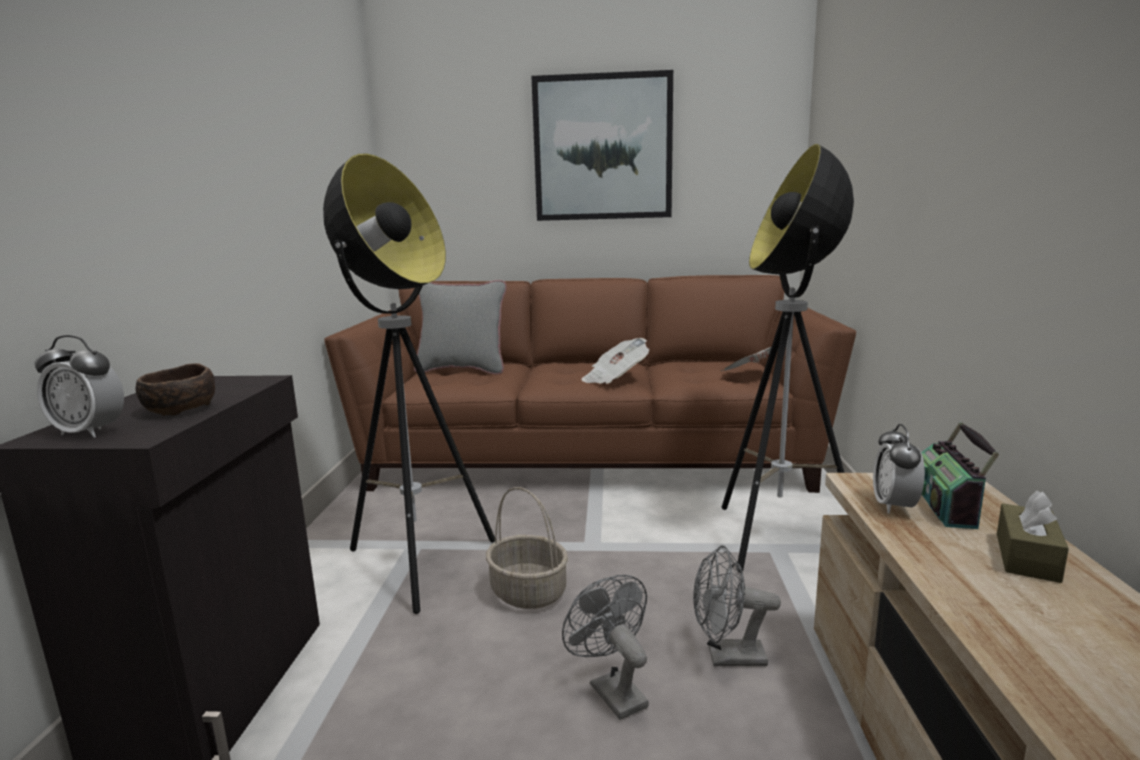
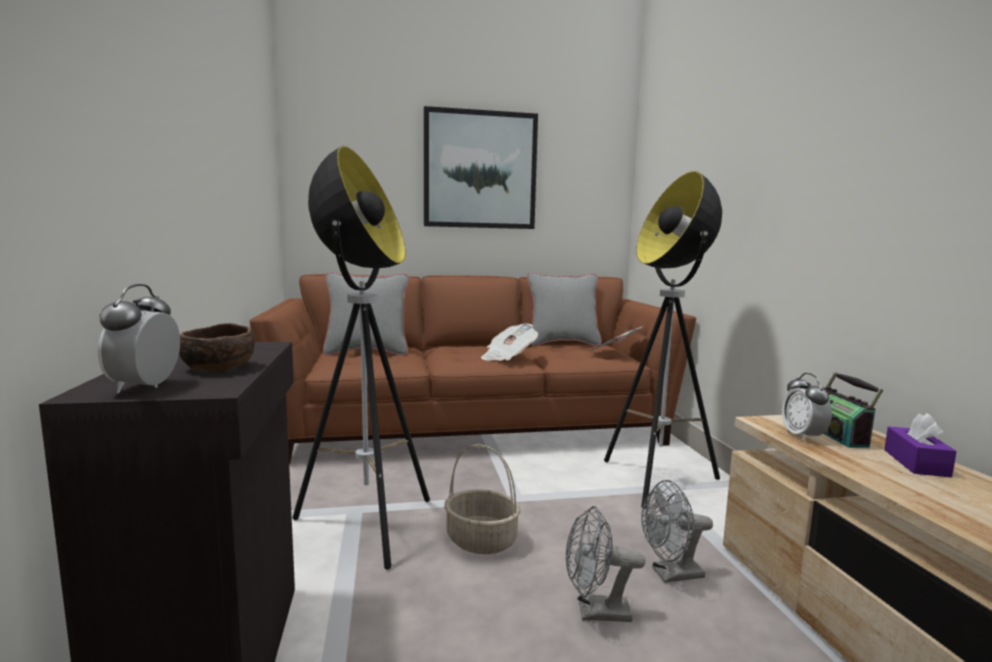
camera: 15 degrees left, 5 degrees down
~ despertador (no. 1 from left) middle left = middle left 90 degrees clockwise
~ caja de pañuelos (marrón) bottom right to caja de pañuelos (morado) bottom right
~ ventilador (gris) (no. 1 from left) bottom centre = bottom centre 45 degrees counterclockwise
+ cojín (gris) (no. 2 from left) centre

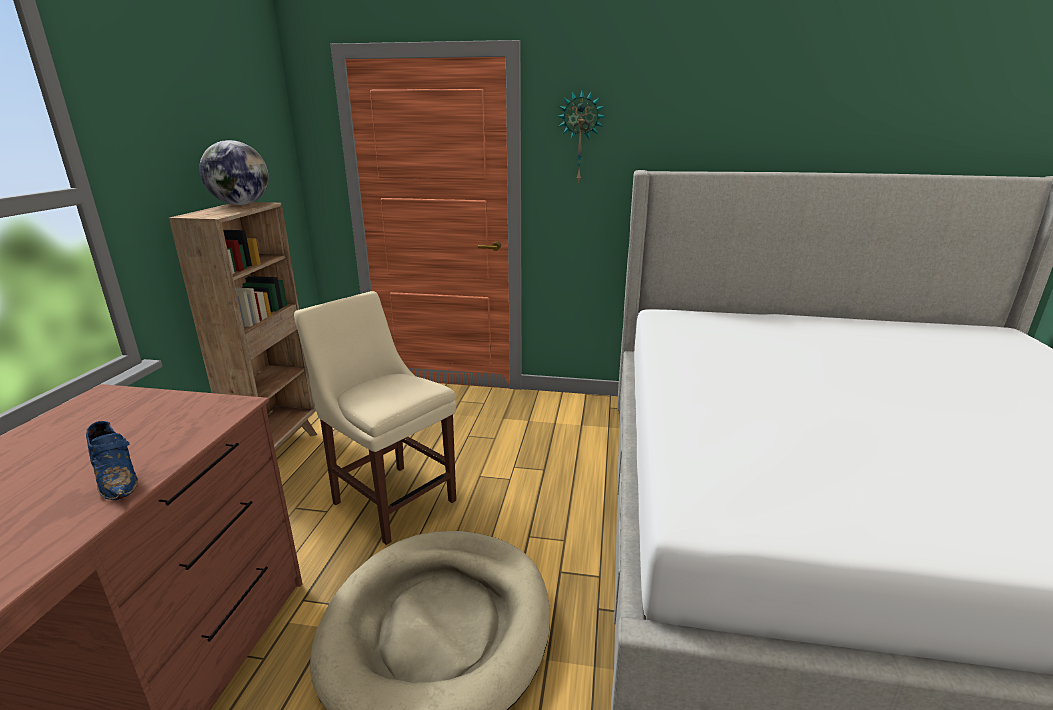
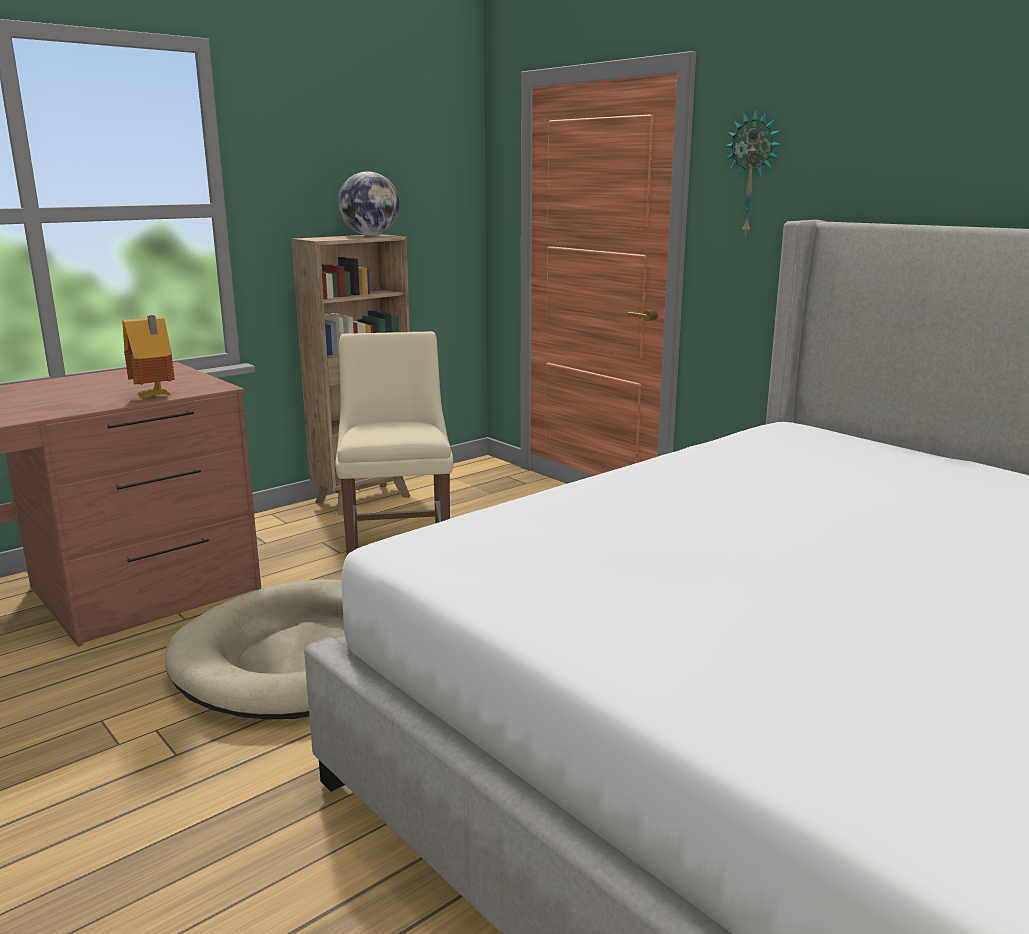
camera: 40 degrees right, 5 degrees down
- zapato (azul) middle left
+ casita middle left

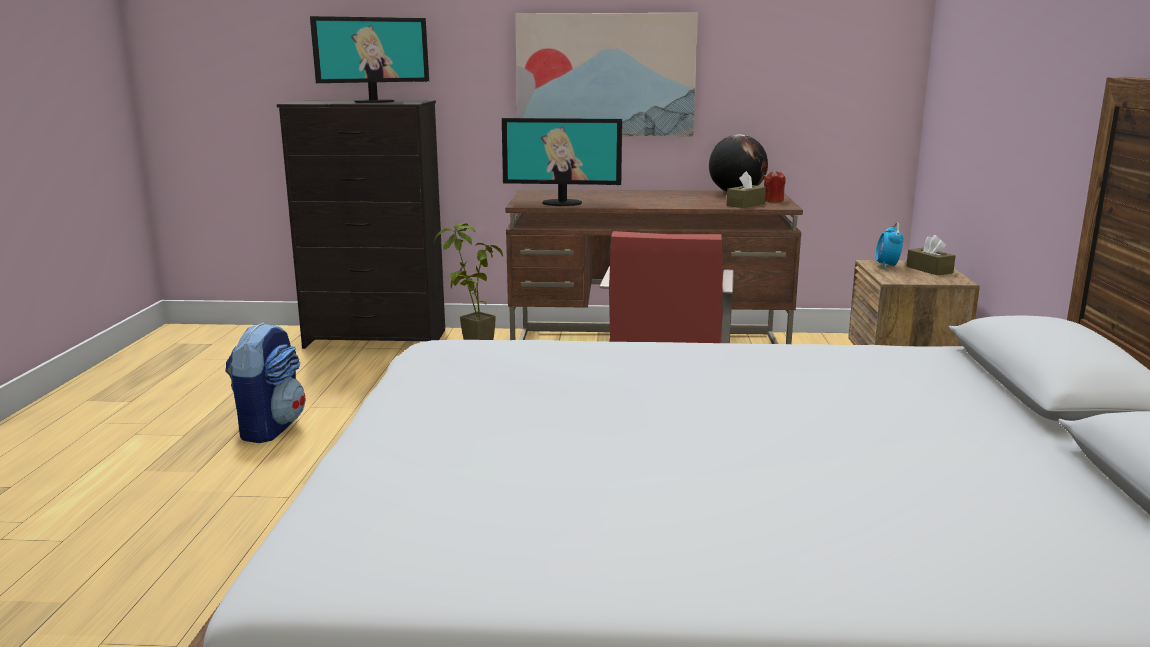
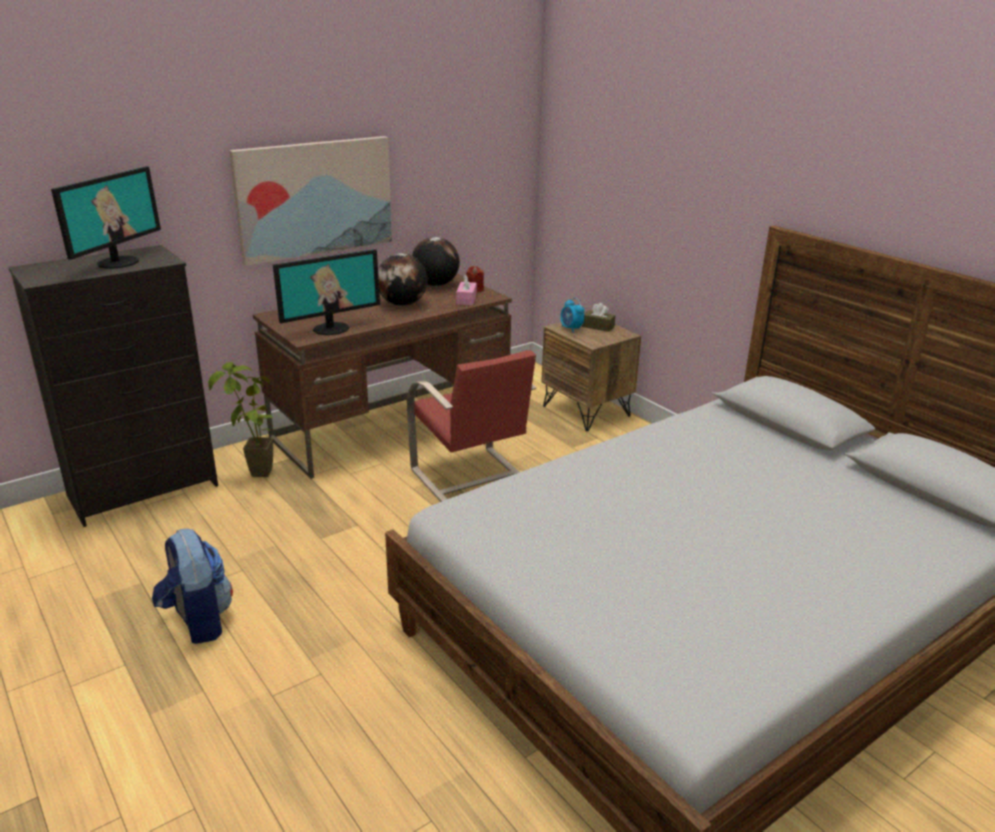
camera: 40 degrees left, 10 degrees up
~ caja de pañuelos (marrón) (no. 1 from left) top centre to caja de pañuelos (rosa) centre
+ globo terráqueo (no. 1 from left) centre

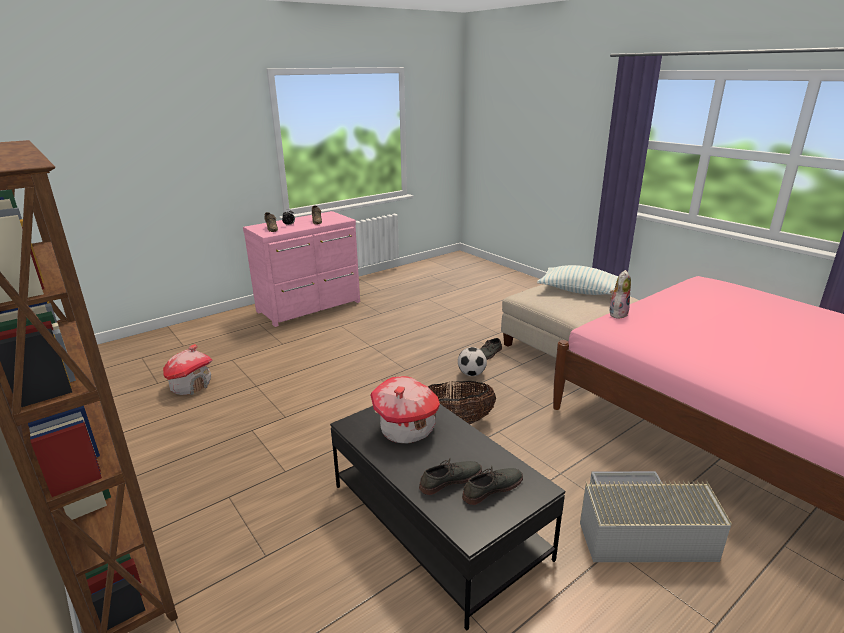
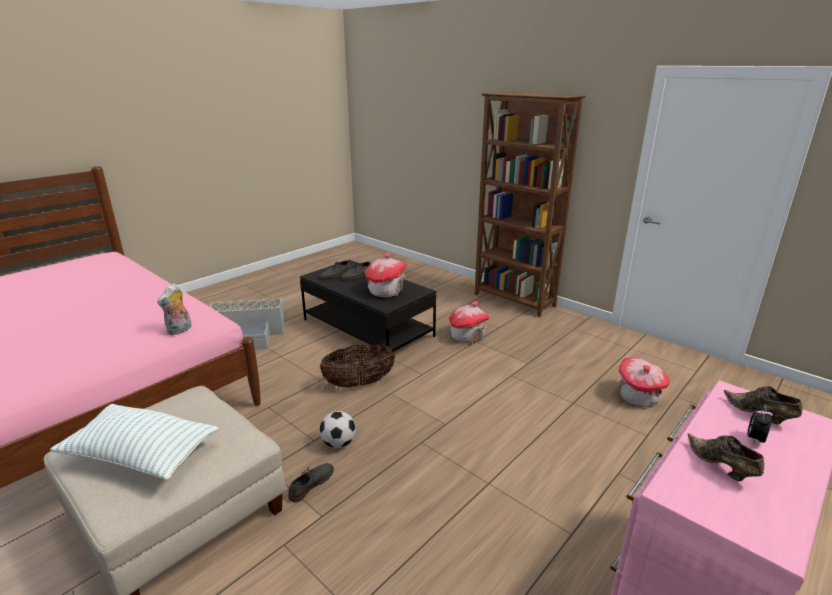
camera: 170 degrees right, 0 degrees up
+ casita (no. 2 from left) centre

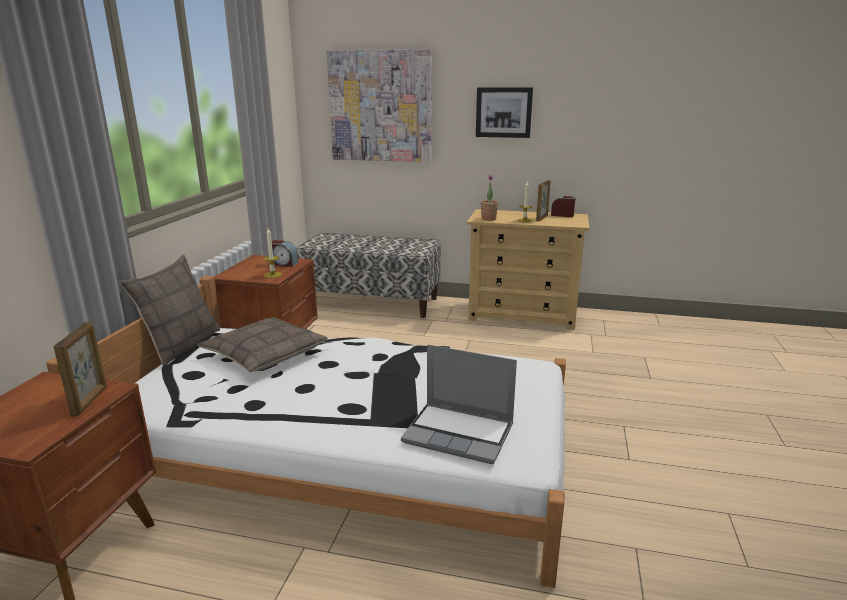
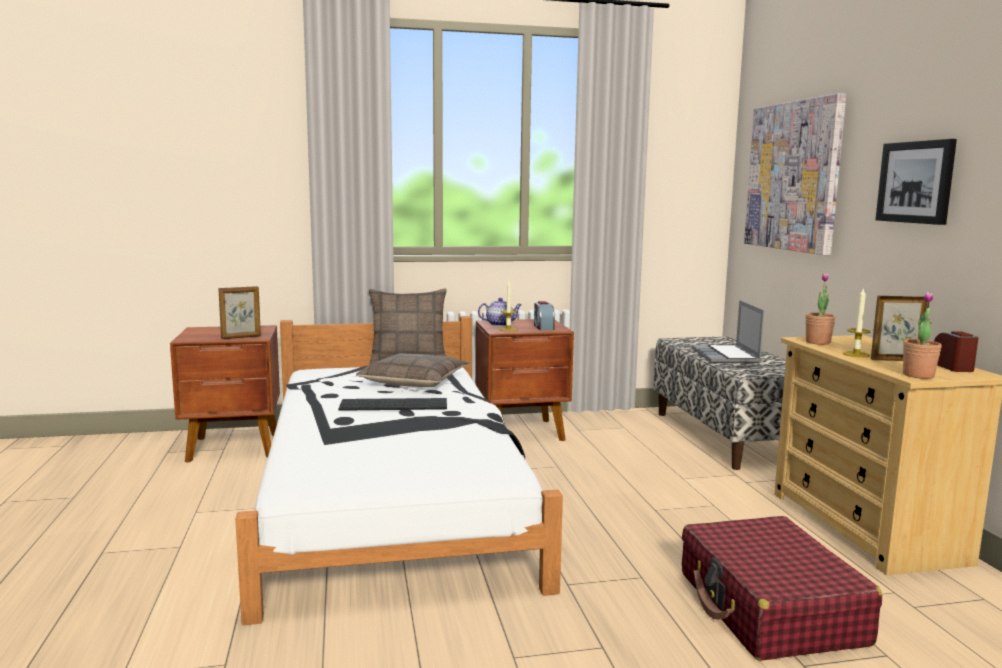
camera: 65 degrees right, 10 degrees down
~ portátil bottom centre to middle right
+ planta en maceta (no. 2 from left) middle right
+ tetera centre
+ teclado centre
+ maleta (rojo) bottom right

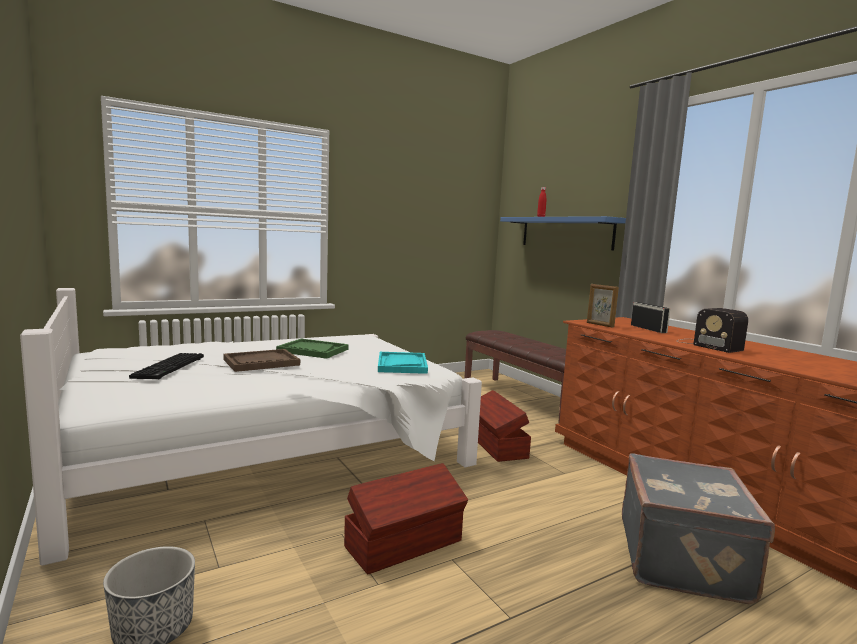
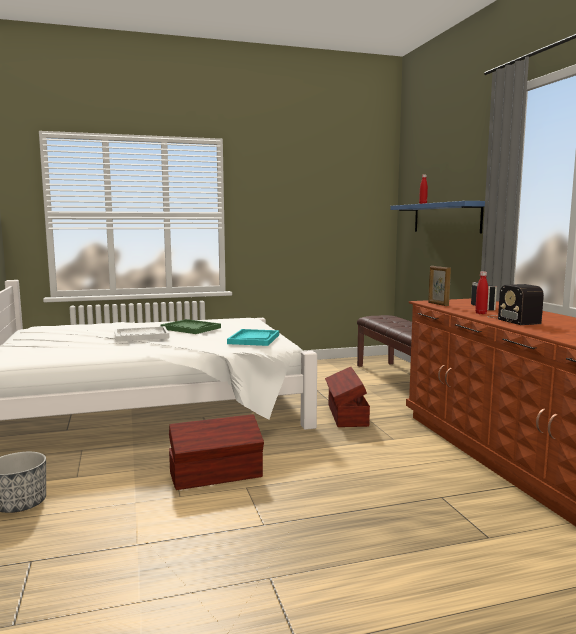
camera: 15 degrees right, 0 degrees up
~ bandeja (marrón) middle left to bandeja (blanco) middle left
- teclado middle left
- maleta (gris) bottom right
+ botella (rojo) (no. 2 from left) middle right

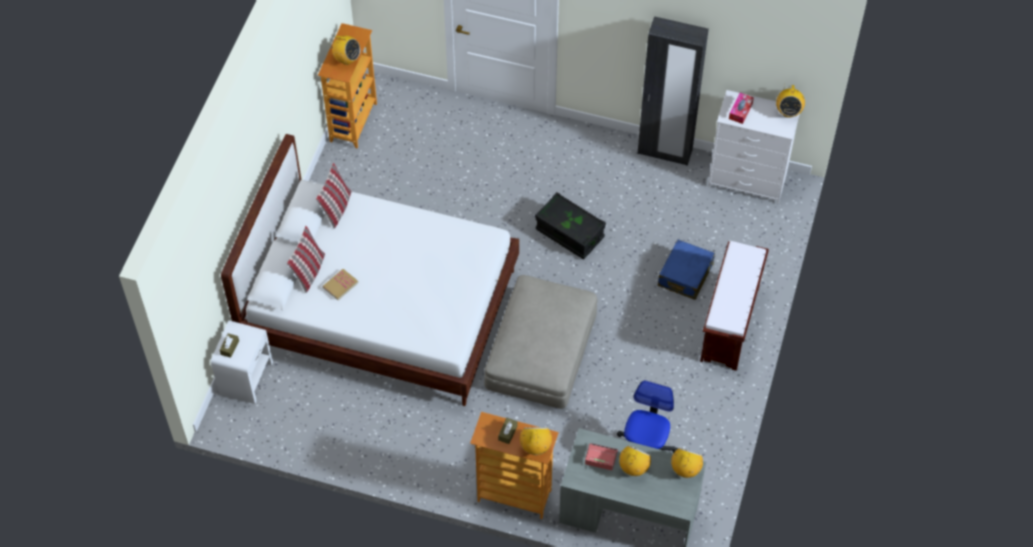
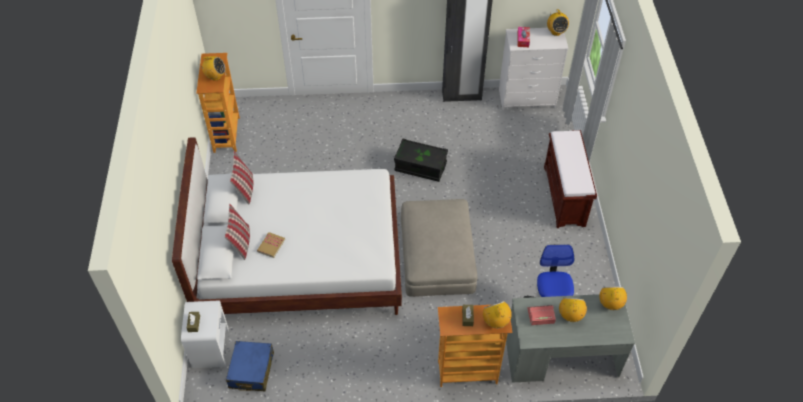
camera: 20 degrees left, 5 degrees down
~ maleta (azul) centre to bottom left

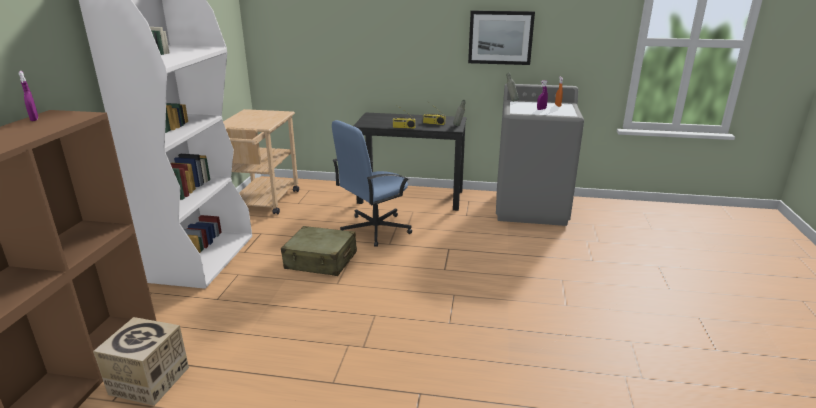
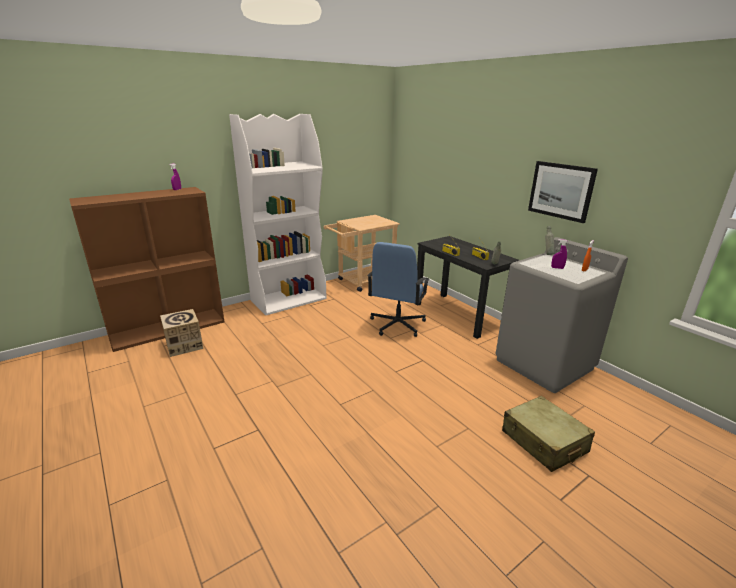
camera: 45 degrees right, 0 degrees up
~ silla de oficina (azul) centre = centre 75 degrees counterclockwise
~ maleta (beis) centre to bottom right

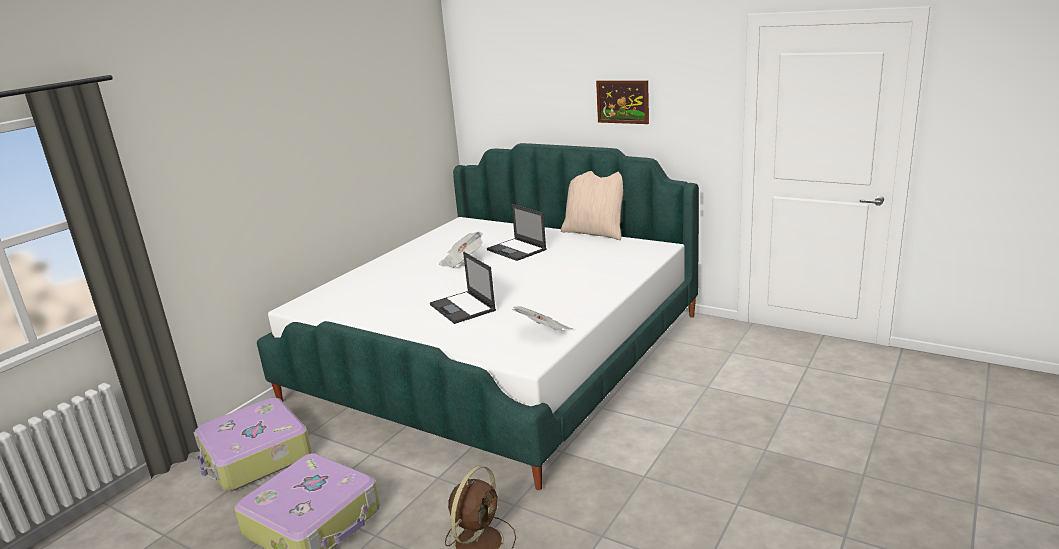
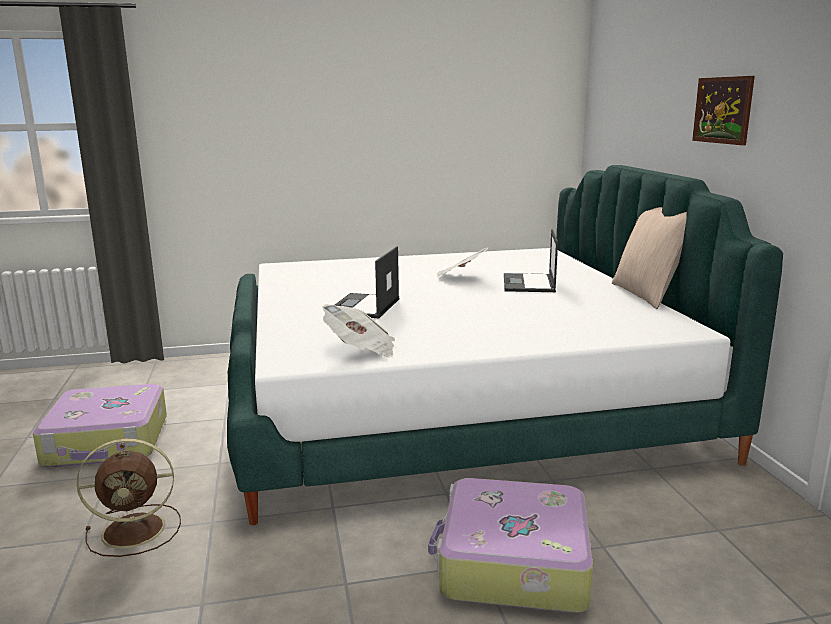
camera: 45 degrees right, 5 degrees down
~ maleta (no. 1 from left in the first image) bottom left to maleta (no. 2 from left) bottom centre

